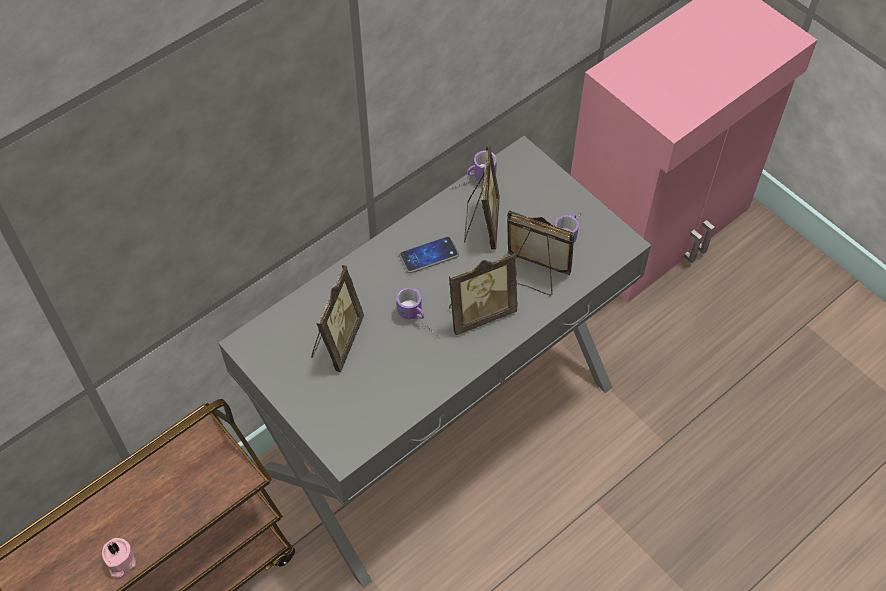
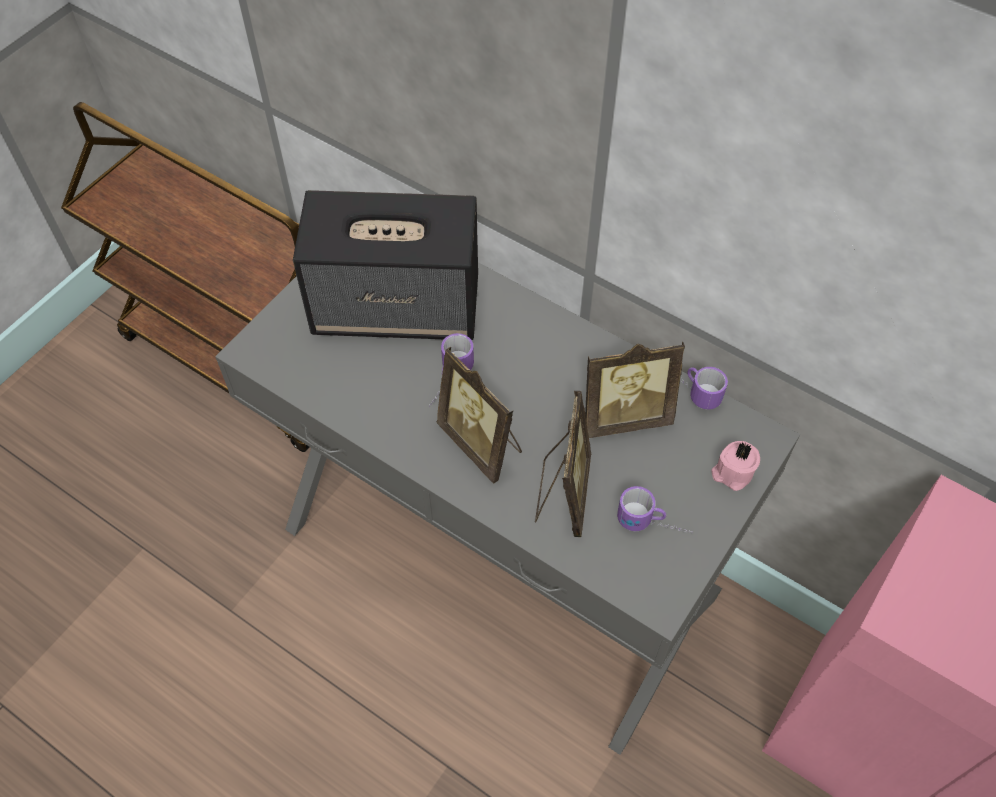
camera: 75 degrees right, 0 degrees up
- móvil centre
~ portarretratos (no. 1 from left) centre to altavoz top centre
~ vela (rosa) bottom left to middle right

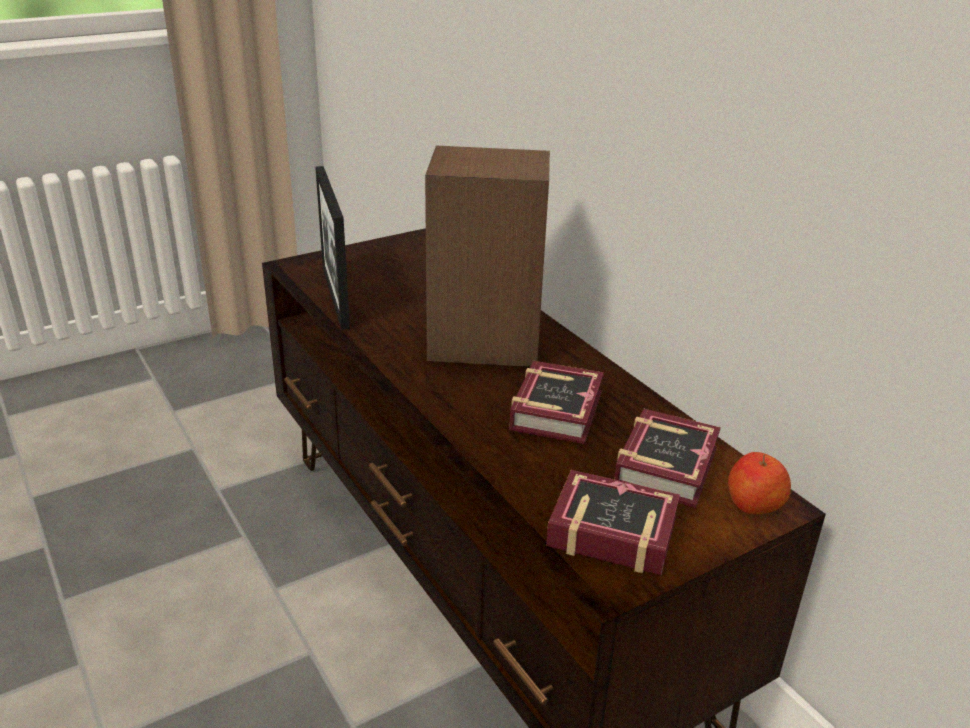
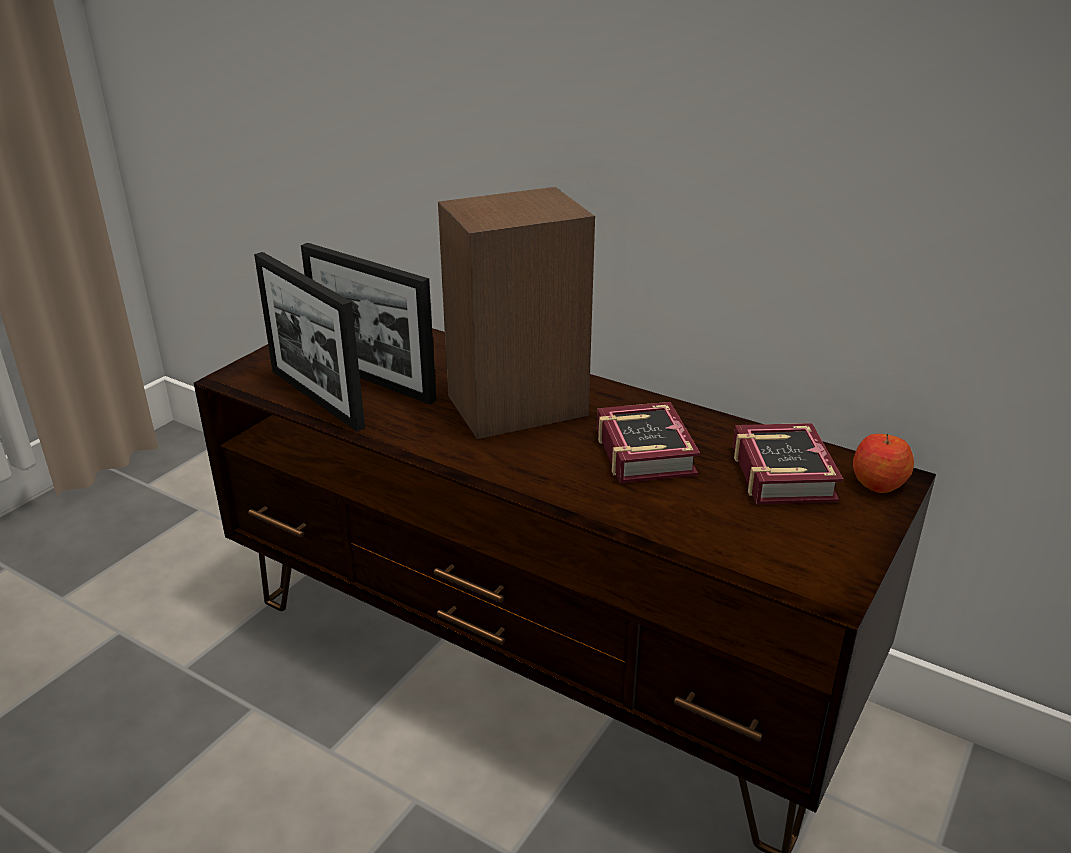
camera: 25 degrees left, 0 degrees up
- libro (no. 2 from left) bottom centre
+ portarretratos (no. 2 from left) centre

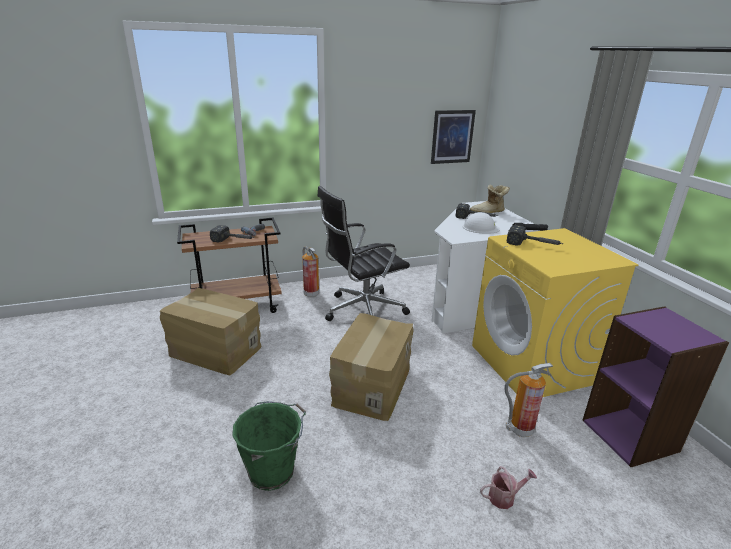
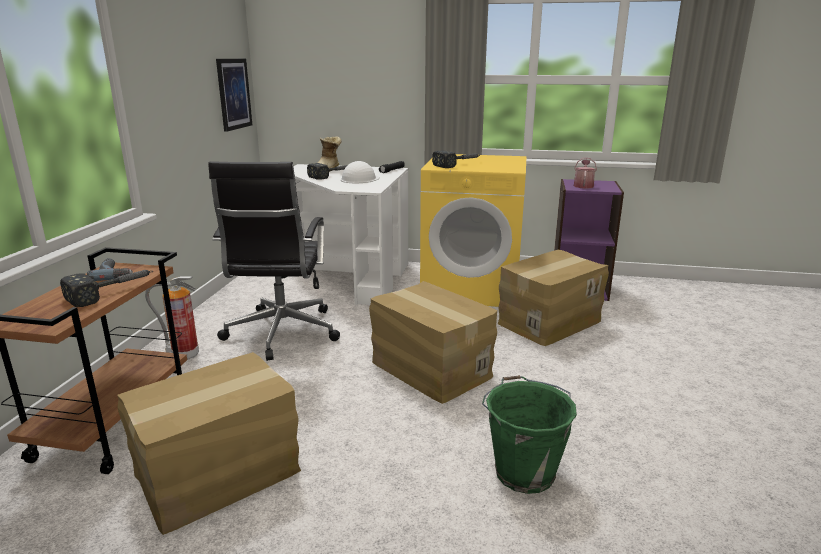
camera: 60 degrees left, 5 degrees down
~ extintor (no. 2 from left) bottom right to caja de cartón (no. 3 from left) middle right
~ regadera bottom right to top right

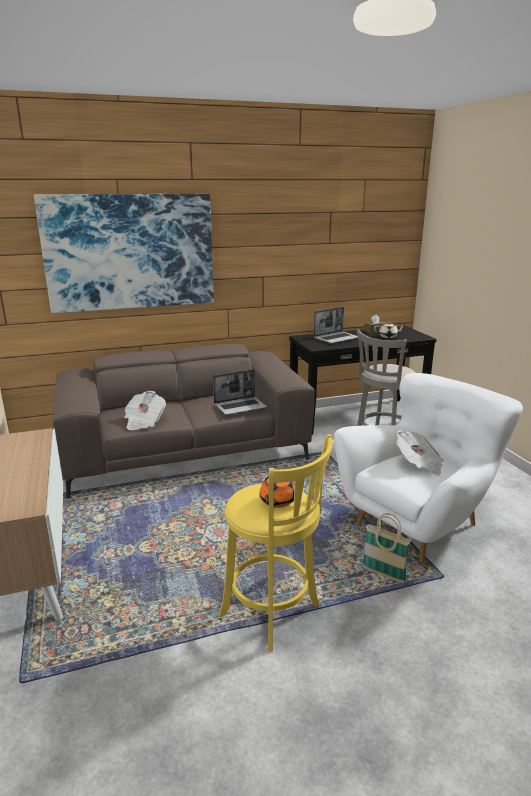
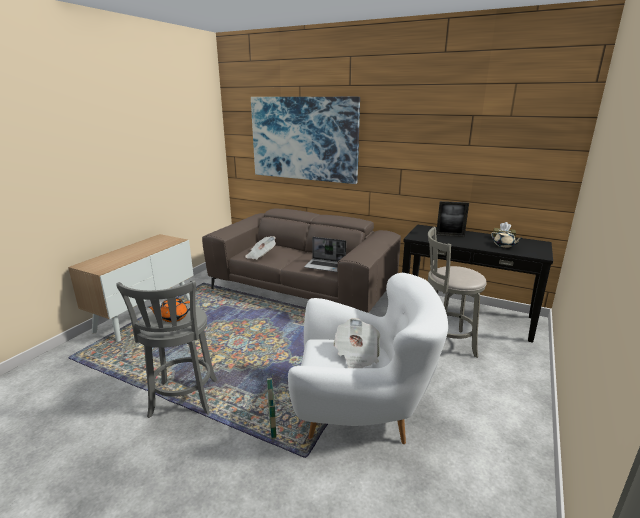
camera: 45 degrees right, 0 degrees up
~ portátil (no. 2 from left) centre to portarretratos middle right
~ taburete (amarillo) bottom centre to taburete (gris) (no. 1 from left) bottom left

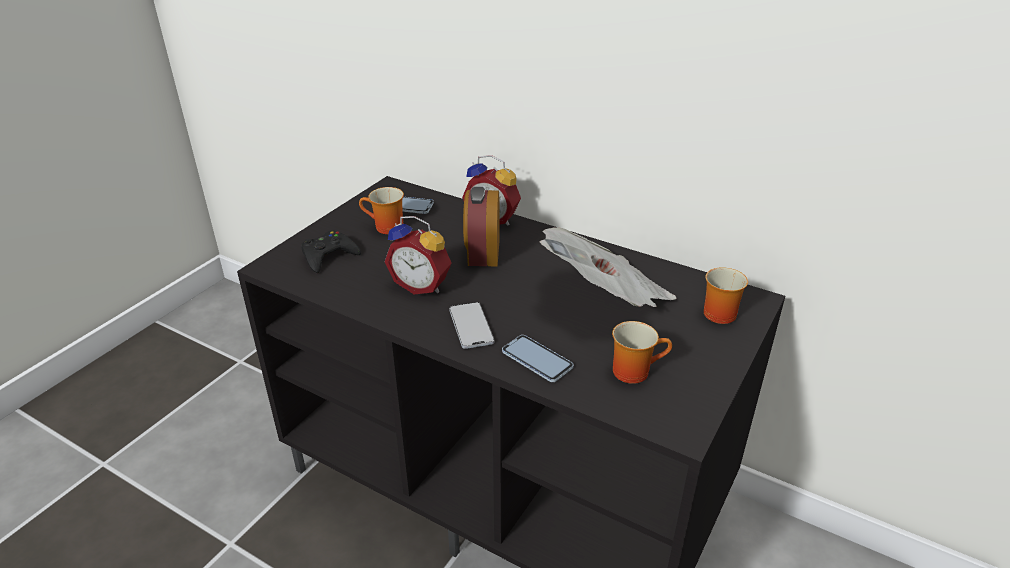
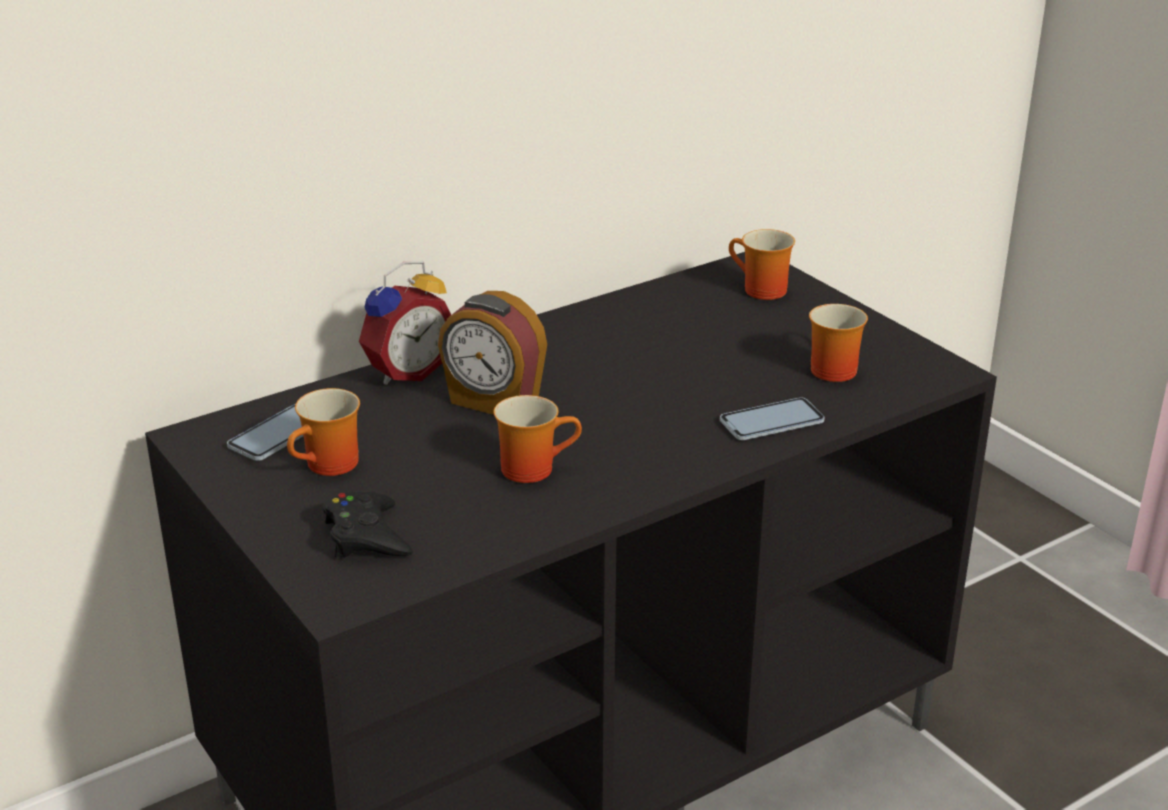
camera: 65 degrees left, 5 degrees down
~ despertador (no. 1 from left) centre to taza grande (no. 2 from left) centre
- periódico centre
- móvil (no. 2 from left) centre

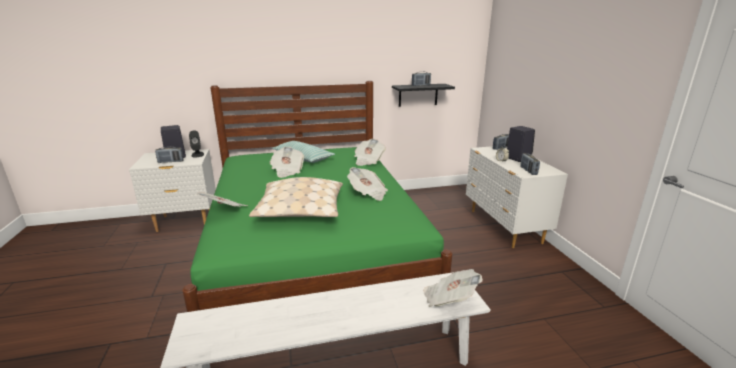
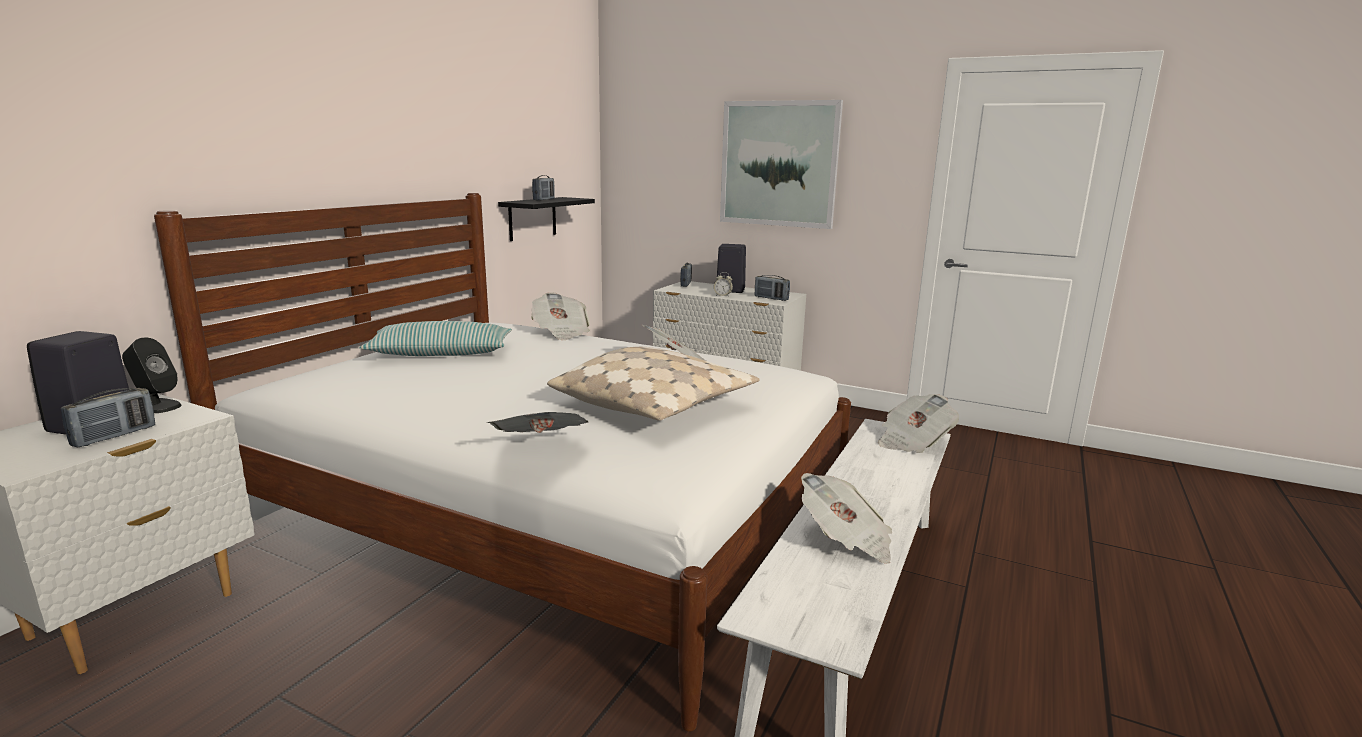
camera: 50 degrees left, 5 degrees down
~ cama (verde) centre to cama (blanco) centre
~ periódico (no. 2 from left in the first image) centre to periódico (no. 4 from left) bottom centre
+ cuadro top centre

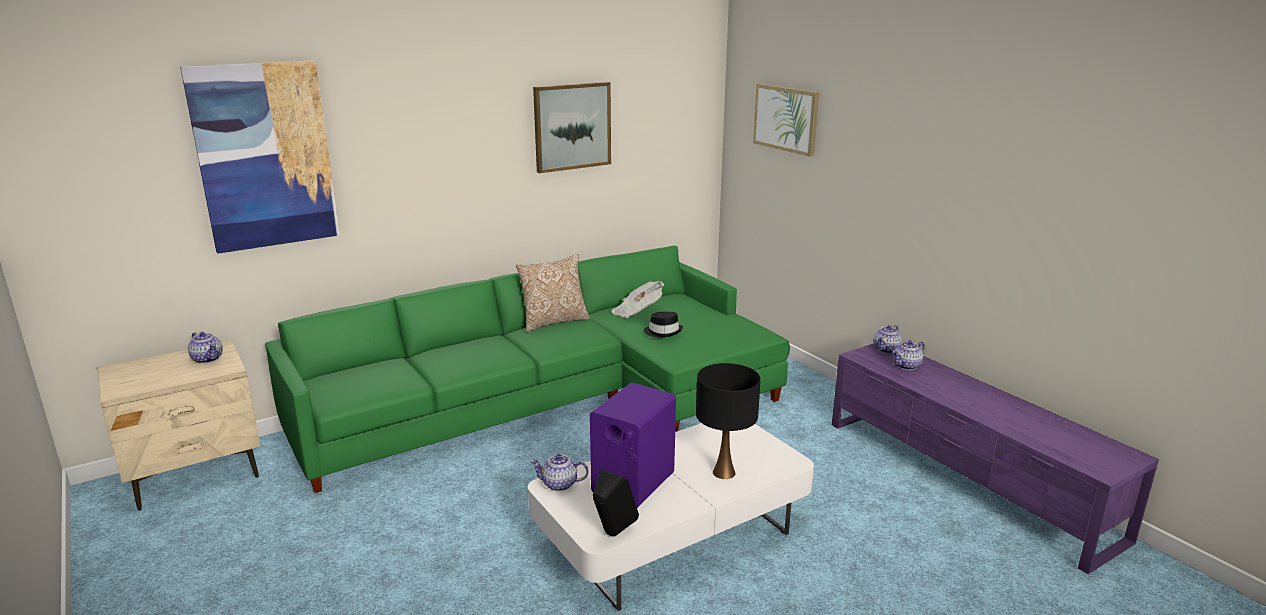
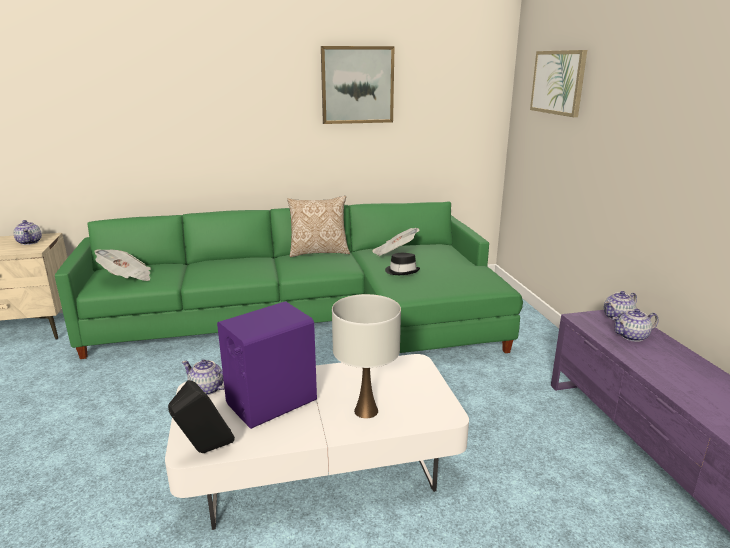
camera: 20 degrees right, 0 degrees up
- cuadro (no. 1 from left) top left
~ lámpara de mesa (negro) bottom centre to lámpara de mesa (blanco) centre
+ periódico (no. 1 from left) middle left

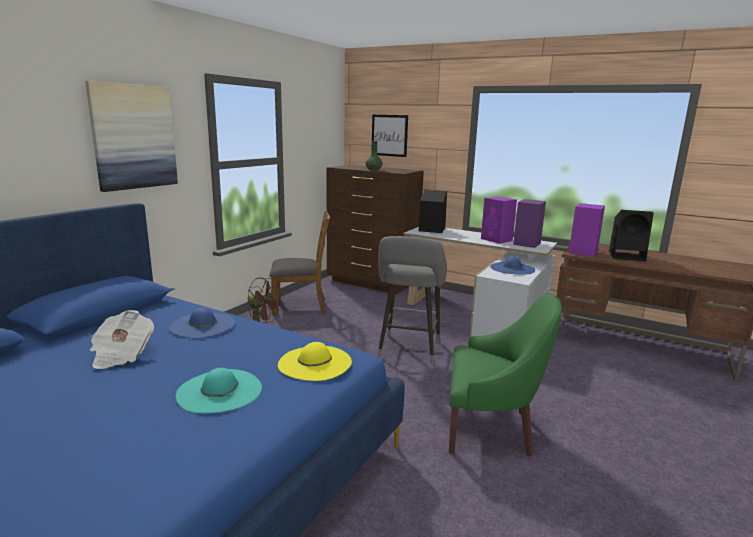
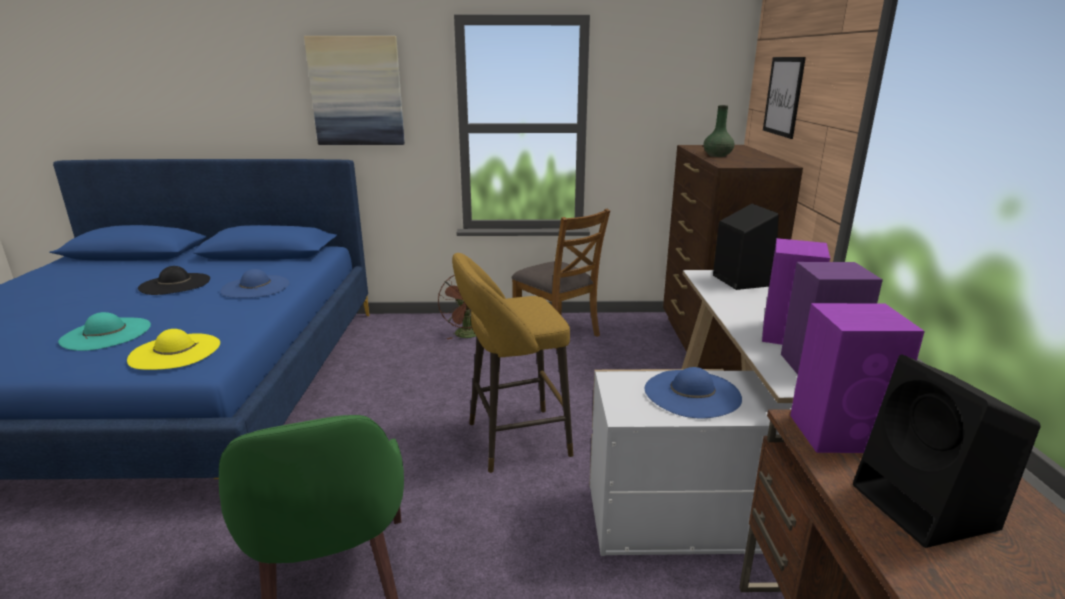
camera: 60 degrees right, 5 degrees up
~ taburete (gris) centre to taburete (amarillo) centre
~ periódico middle left to sombrero (negro) middle left

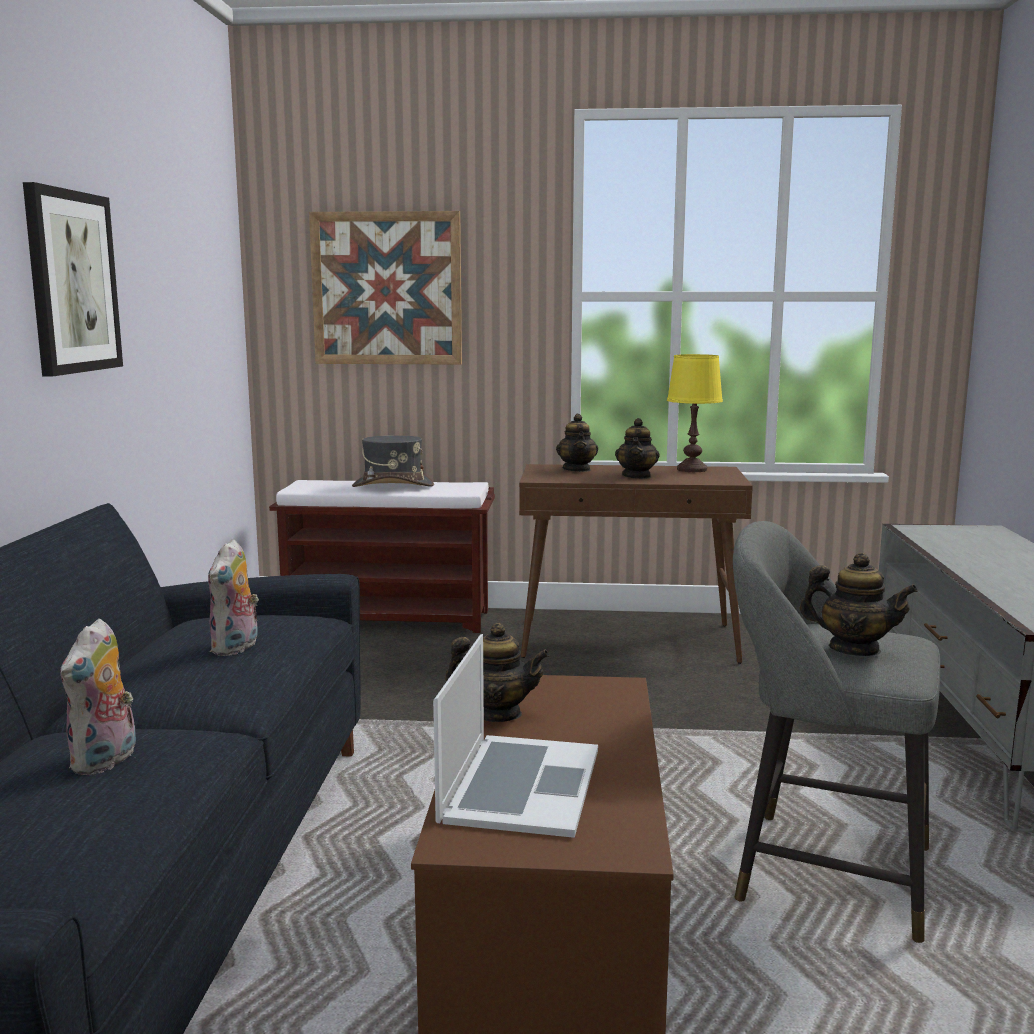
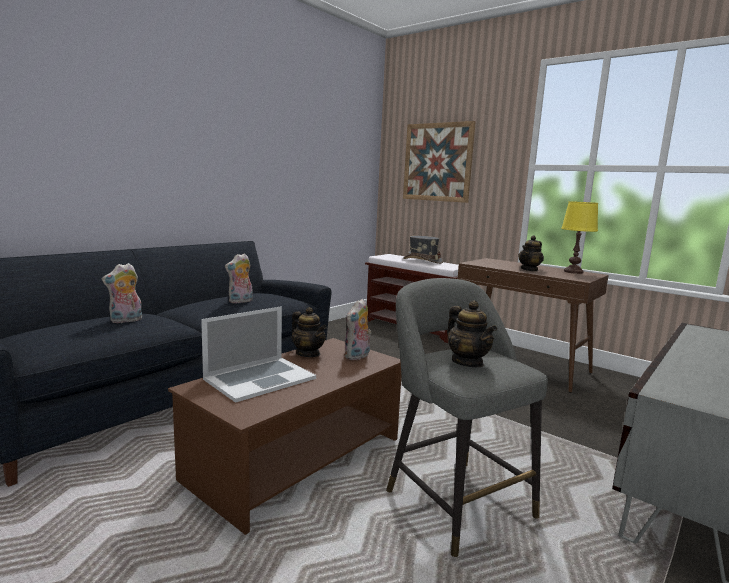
camera: 35 degrees right, 0 degrees up
- cuadro (no. 1 from left) top left
- tetera (no. 2 from left) centre
+ peluche (no. 3 from left) centre

